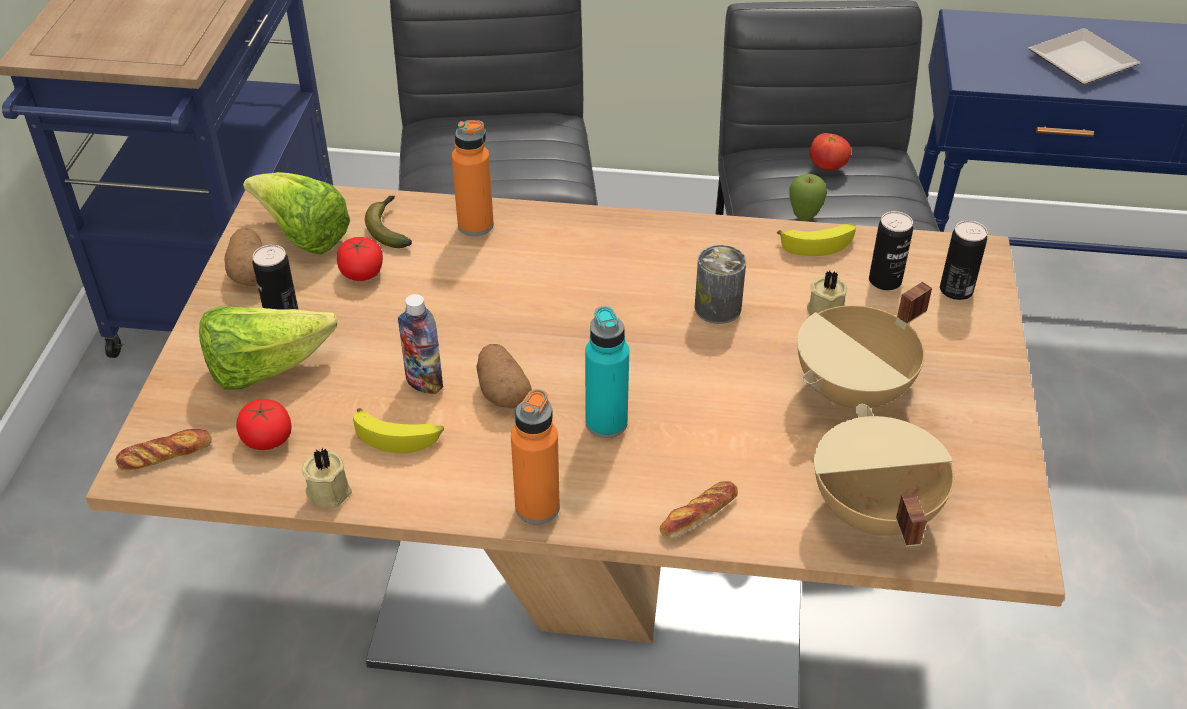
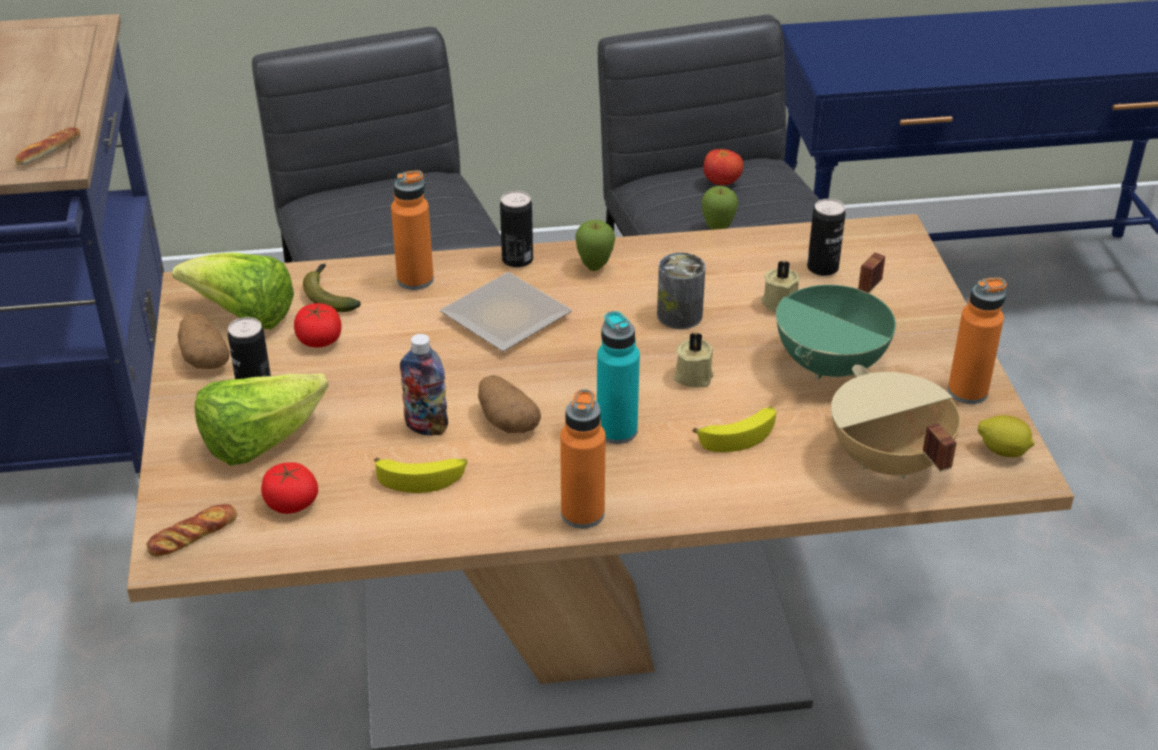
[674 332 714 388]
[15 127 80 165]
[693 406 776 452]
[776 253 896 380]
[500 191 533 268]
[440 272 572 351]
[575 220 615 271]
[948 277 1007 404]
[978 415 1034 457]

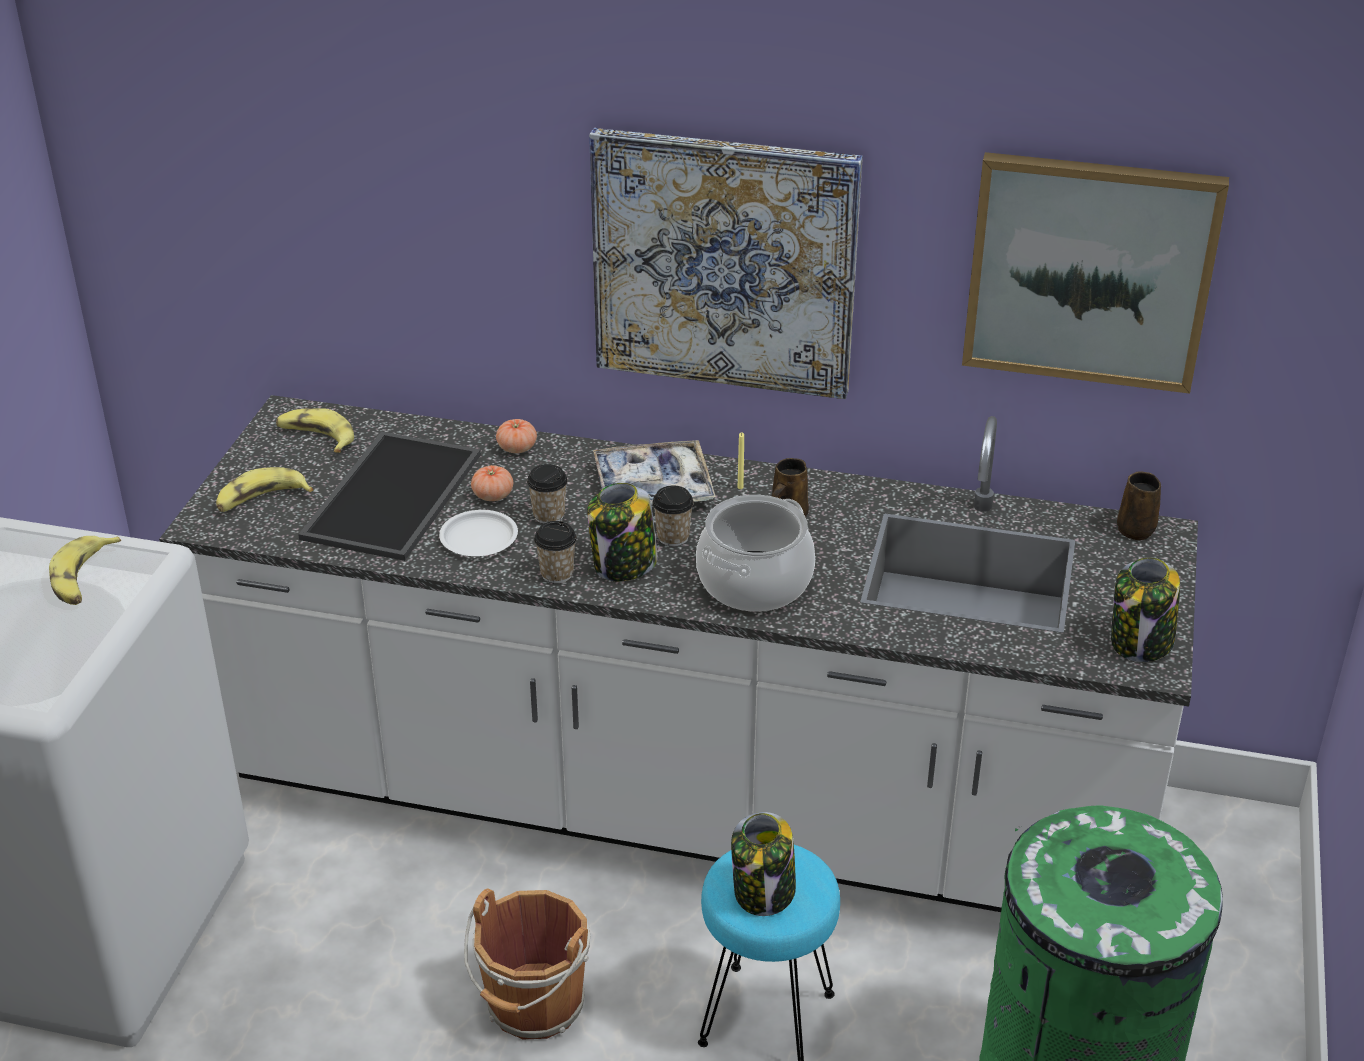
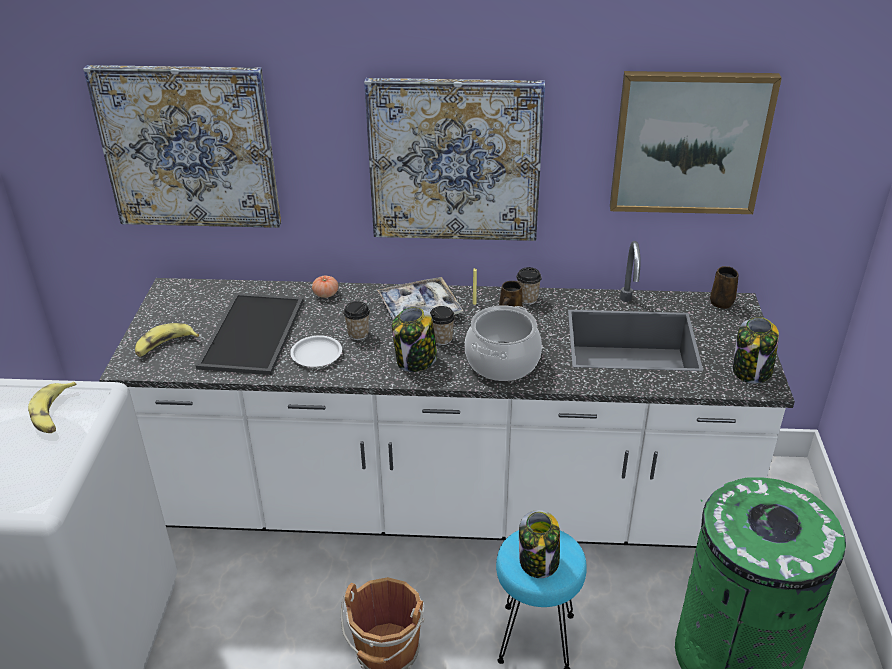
[276 408 354 453] (first image)
[471 465 513 501] (first image)
[516 267 542 305]
[83 65 281 228]

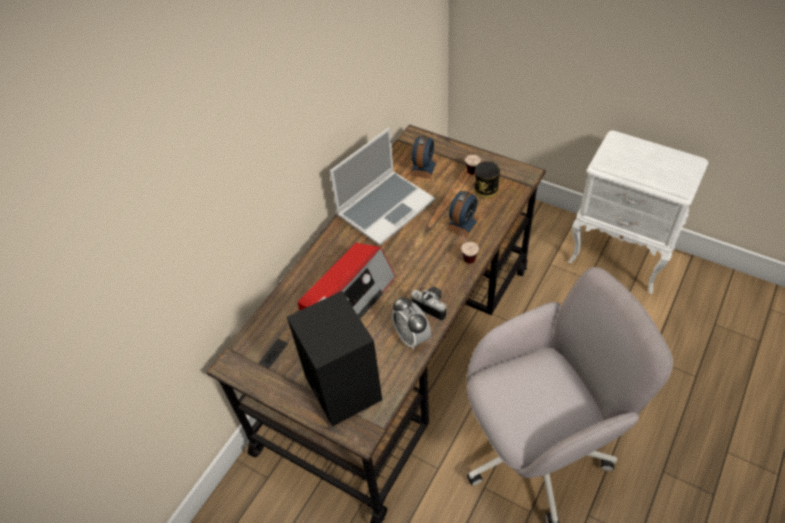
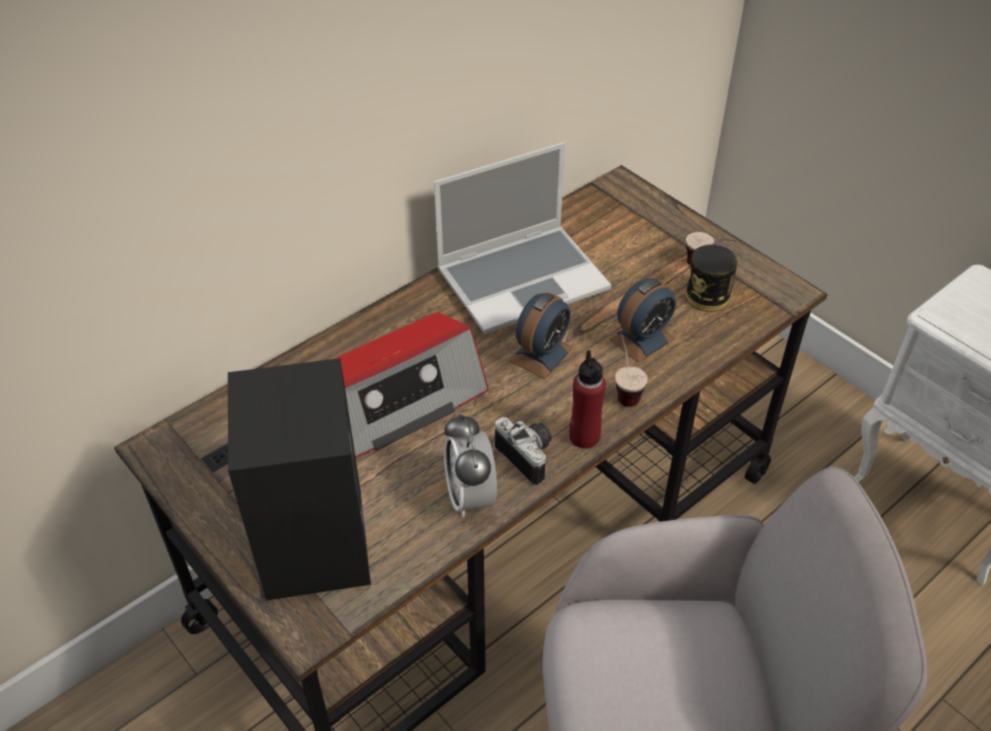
[509 293 573 379]
[569 350 606 449]

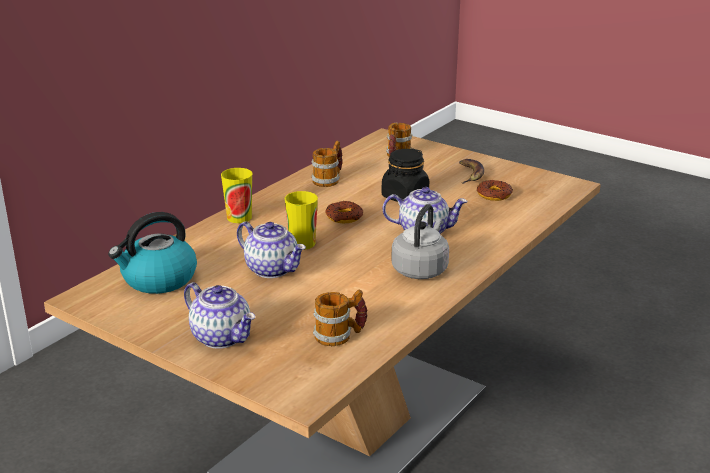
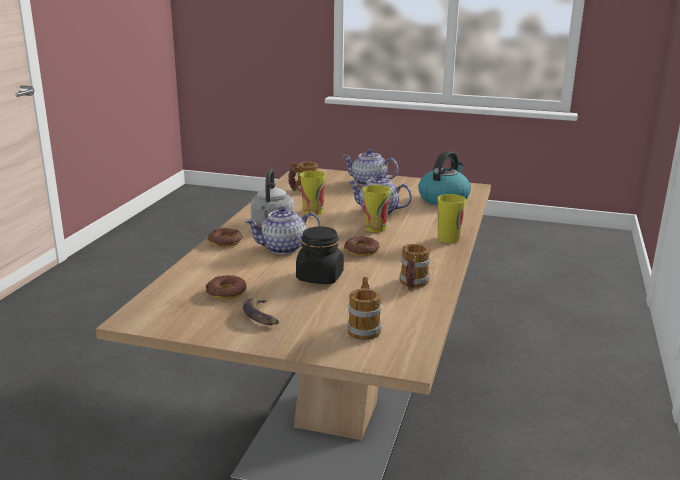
[207 228 243 247]
[300 171 326 215]

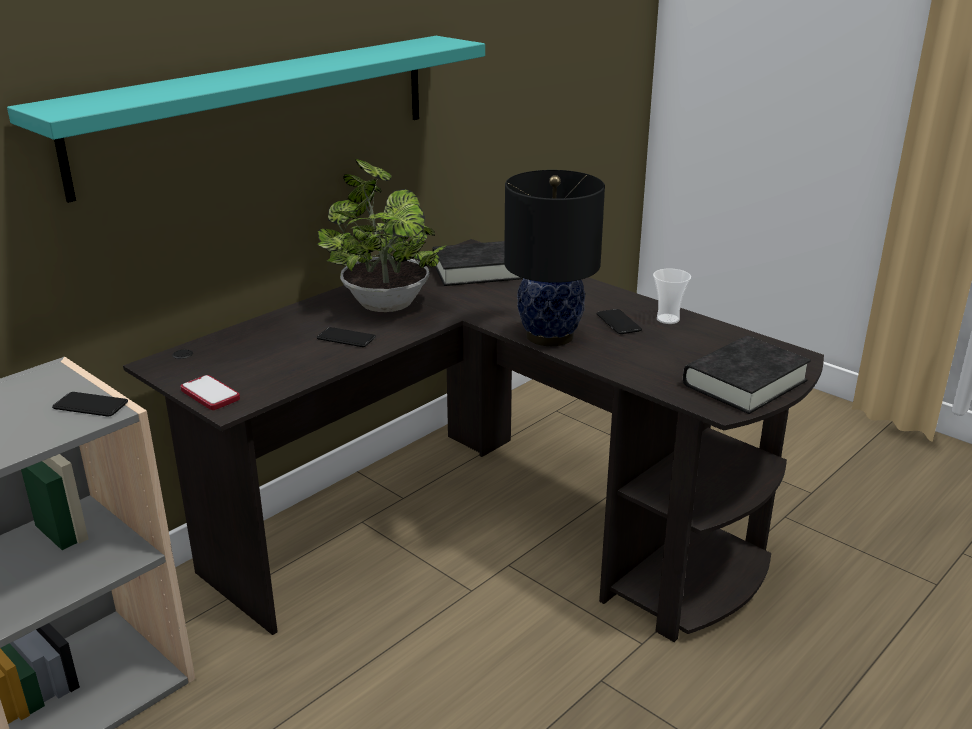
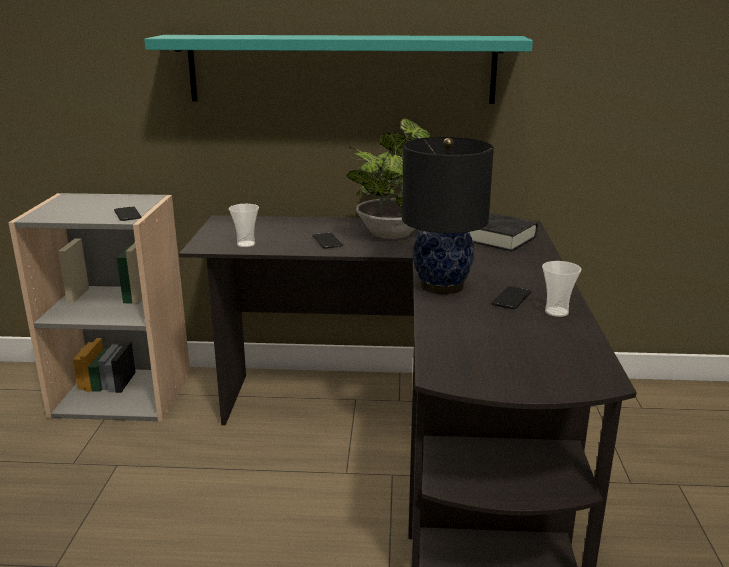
[180 375 240 410] (first image)
[683 336 811 414] (first image)
[229 204 259 247]

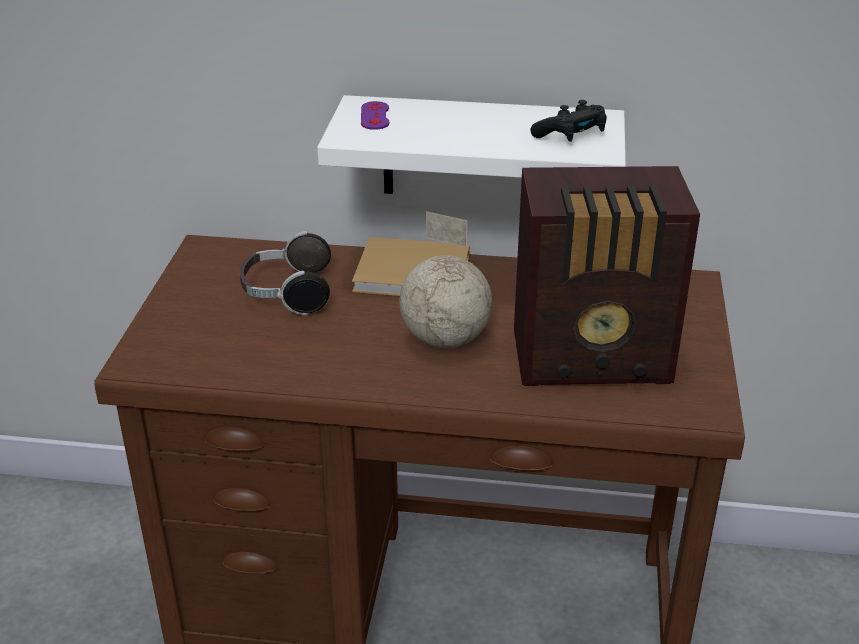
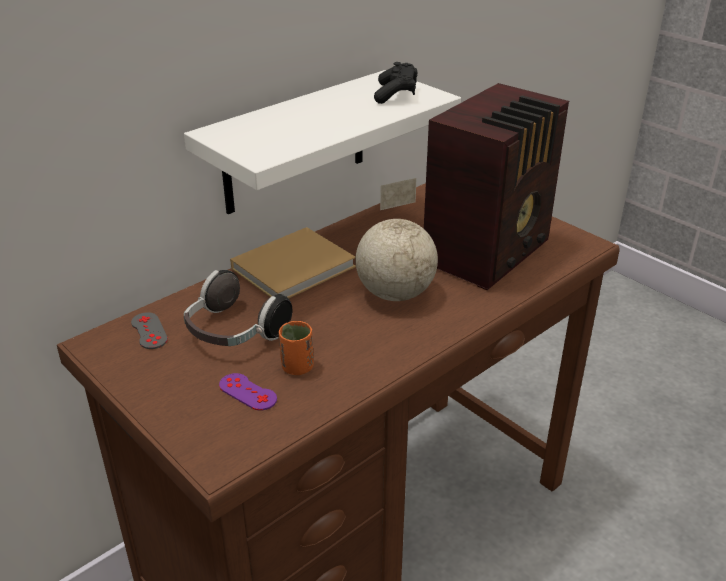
[219 373 277 410]
[131 312 168 349]
[279 321 314 375]

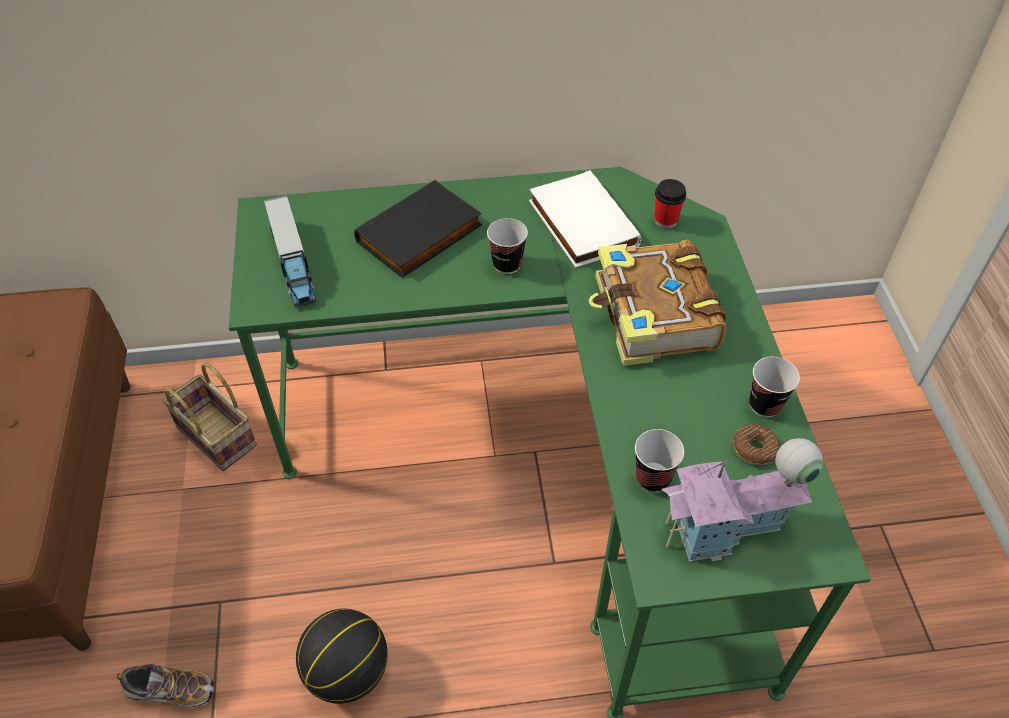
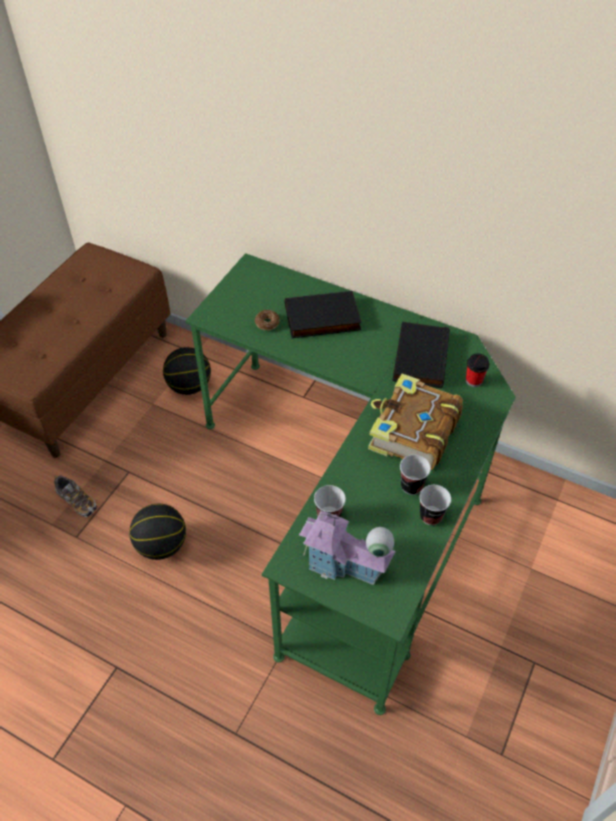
[163 347 211 395]
[263 195 316 307] (first image)
[400 455 431 495]
[392 322 449 388]
[255 310 280 330]

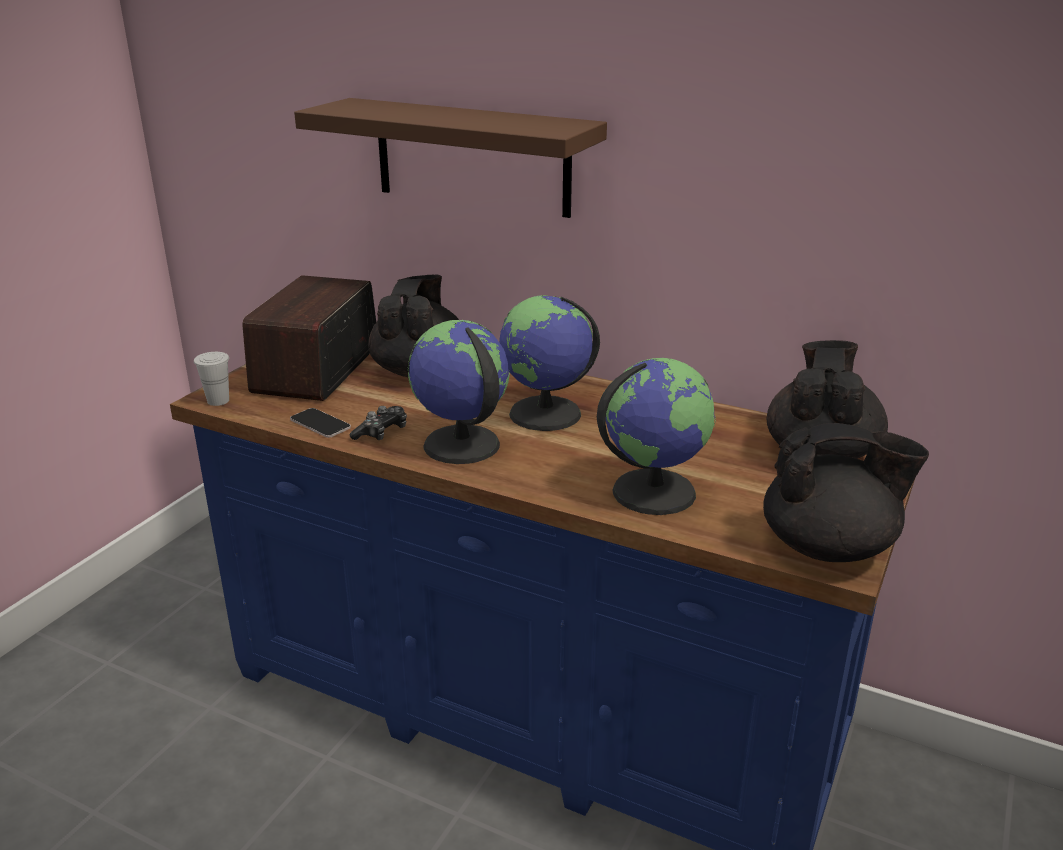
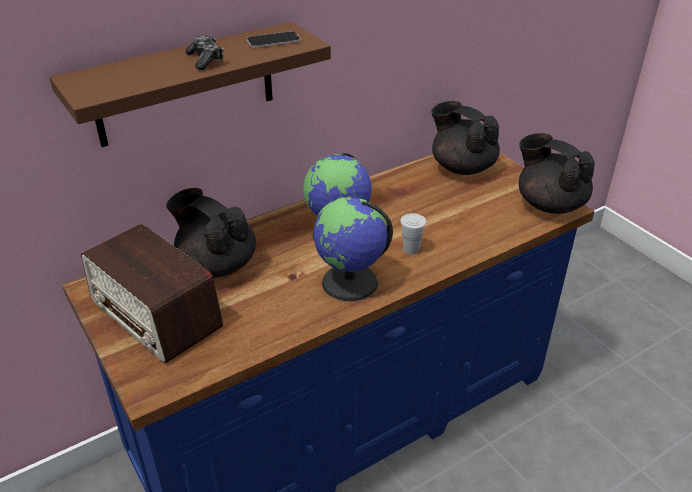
[400 213 426 254]
[246 31 301 48]
[185 35 223 70]
[597 358 716 515] (first image)
[519 133 595 214]

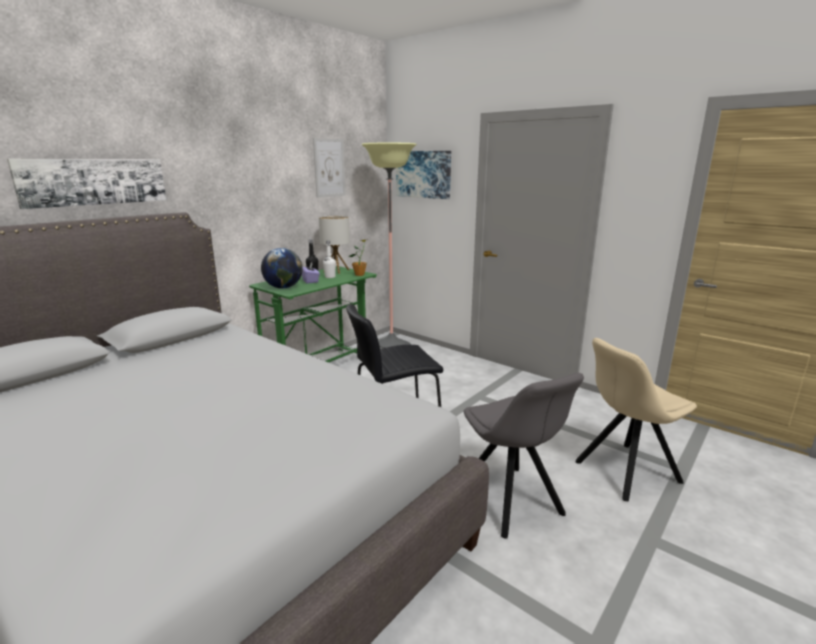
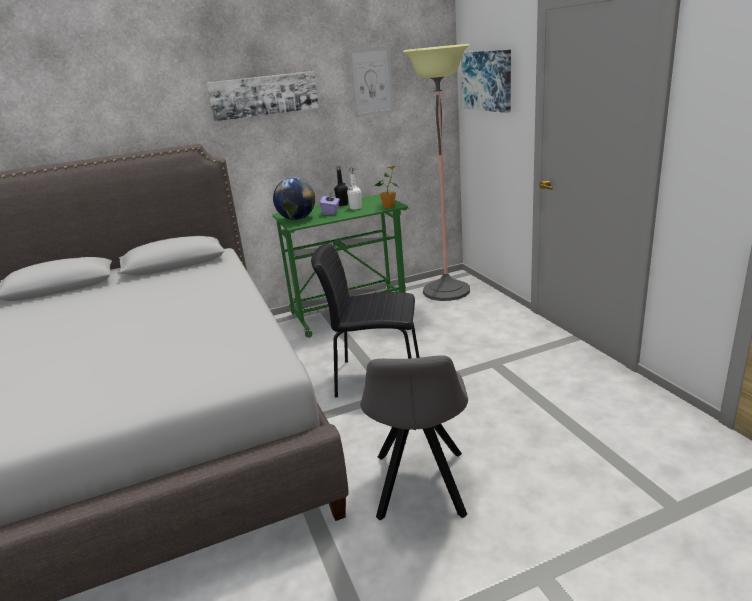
[206 71 319 122]
[319 216 350 274] (first image)
[576 338 697 501] (first image)

